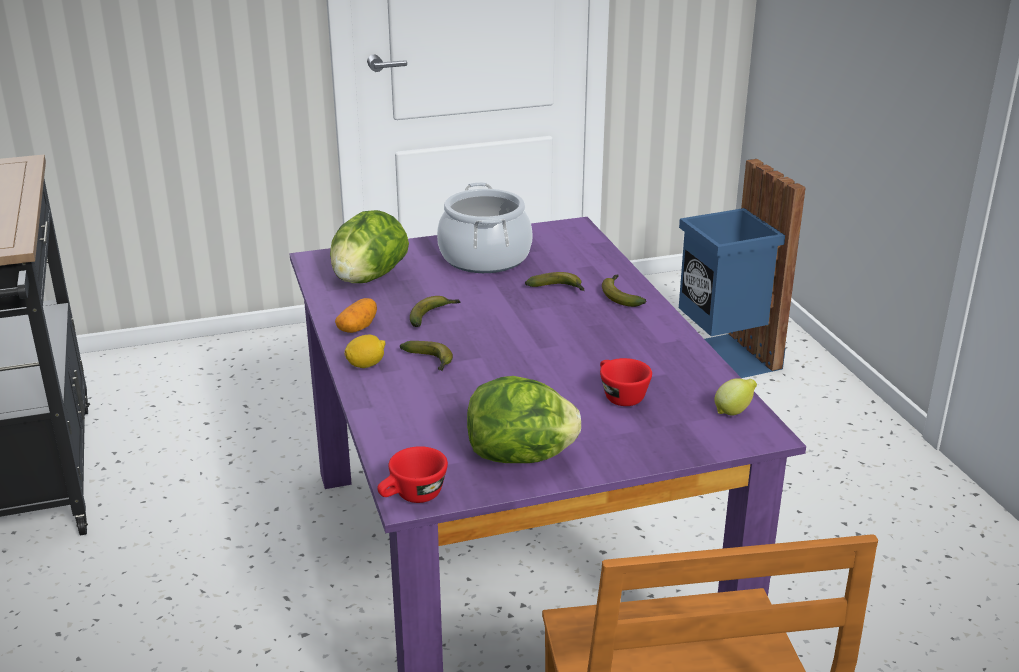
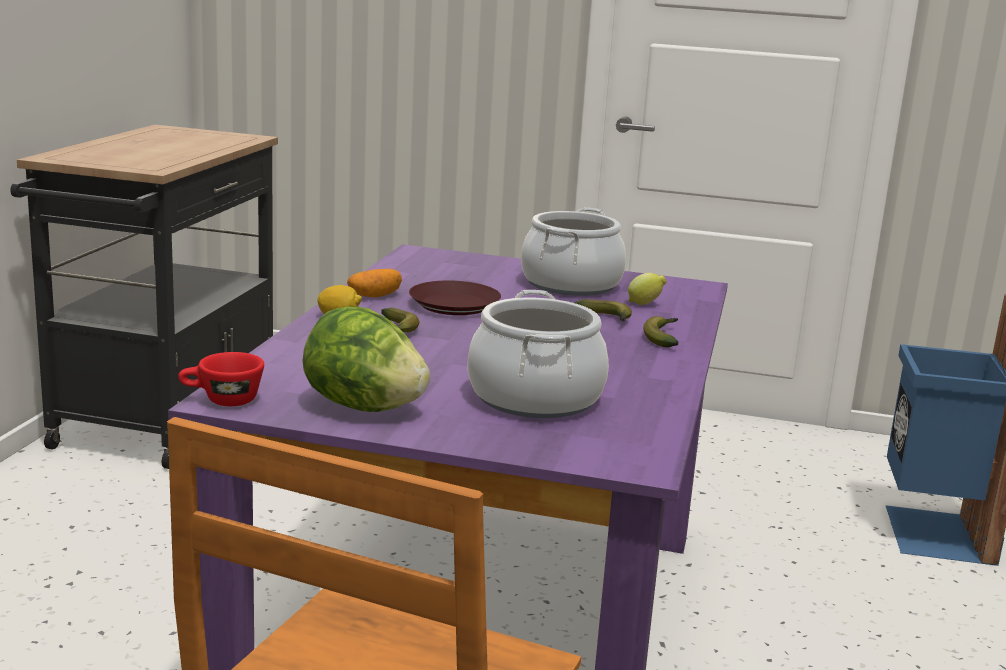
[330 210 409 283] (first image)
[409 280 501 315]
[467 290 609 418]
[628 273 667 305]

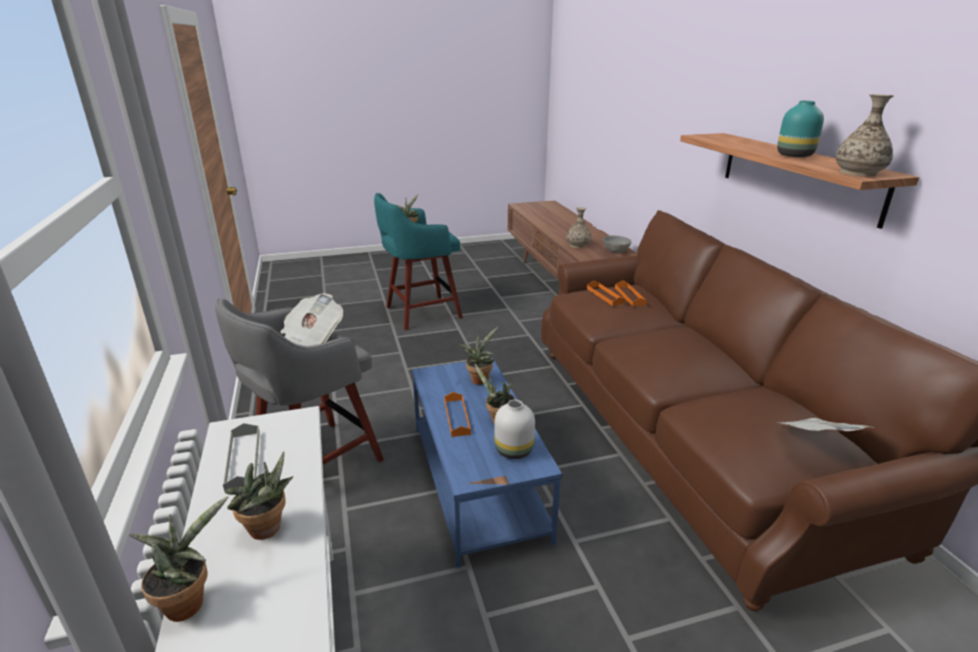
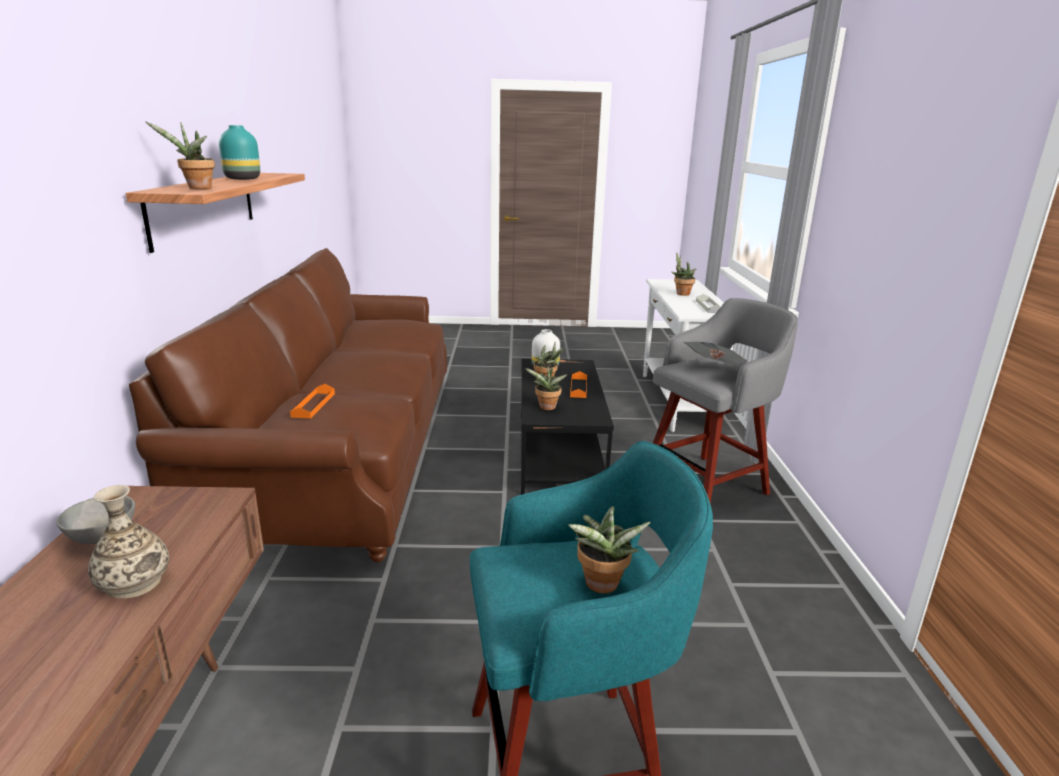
[146 122 215 189]
[521 359 614 495]
[587 280 625 306] (first image)
[778 418 876 433] (first image)
[836 94 894 176] (first image)

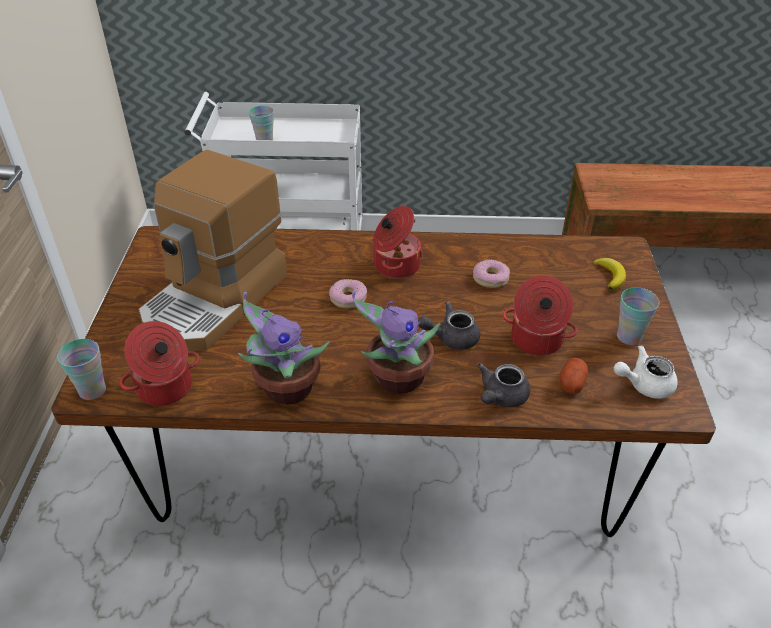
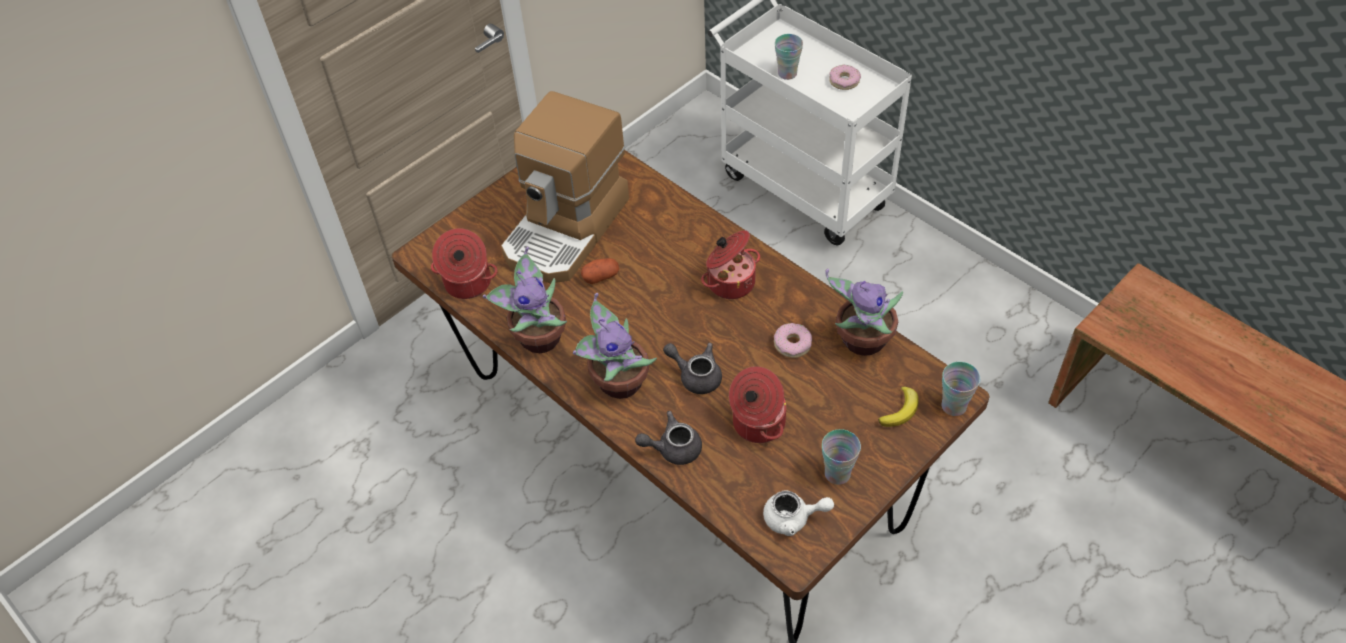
[941 362 981 416]
[501 91 629 284]
[829 65 861 90]
[581 258 619 284]
[763 491 834 536]
[825 269 903 356]

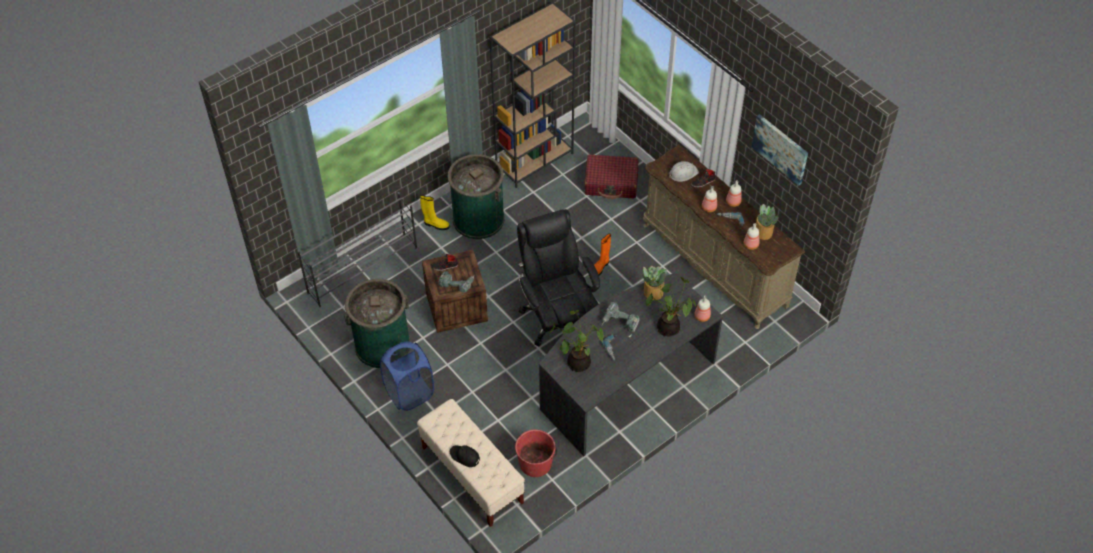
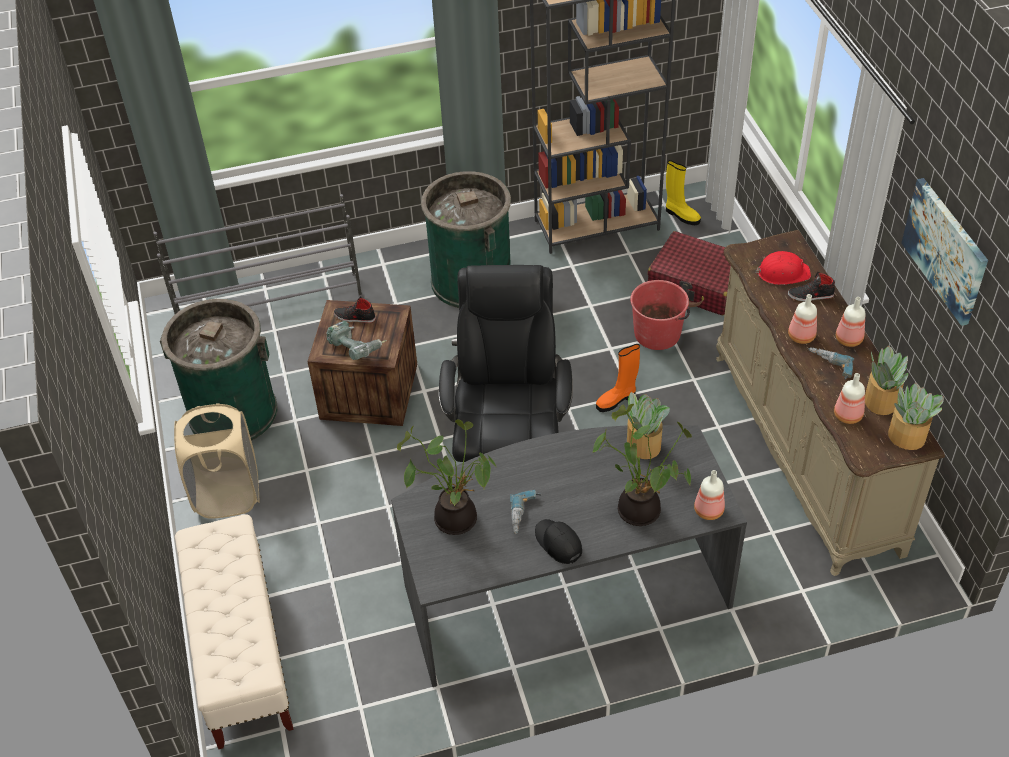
[174 403 260 519]
[666 160 701 225]
[535 519 582 564]
[630 280 690 350]
[601 302 639 337] (first image)
[755 251 811 285]
[888 383 944 450]

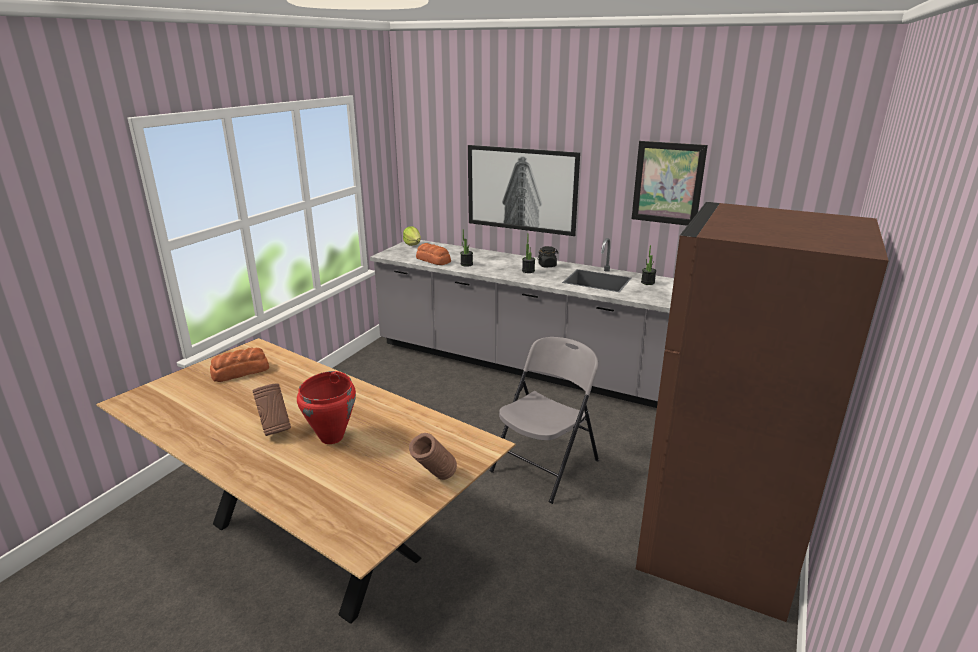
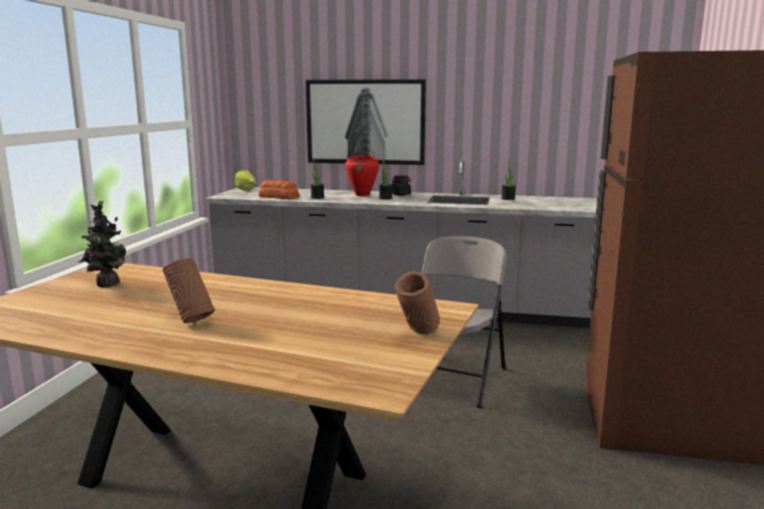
[78 200 126 287]
[345 155 380 196]
[632 141 708 226] (first image)

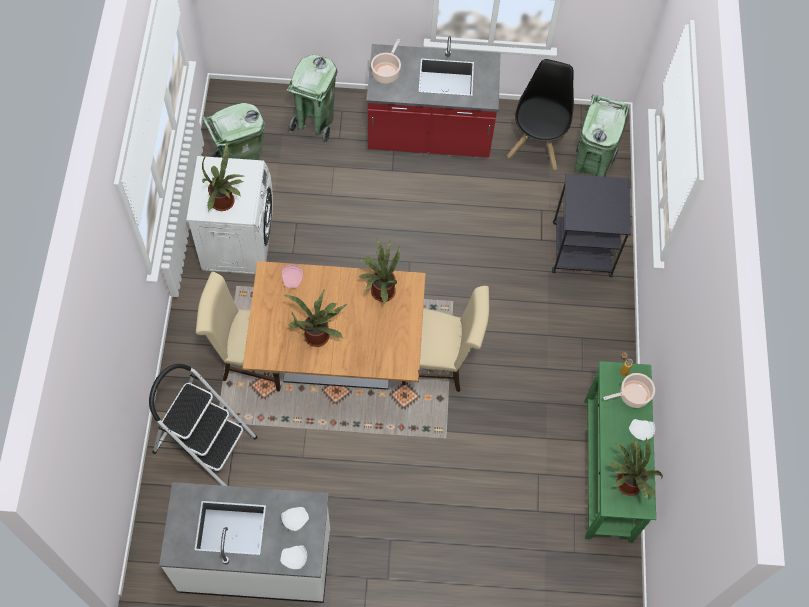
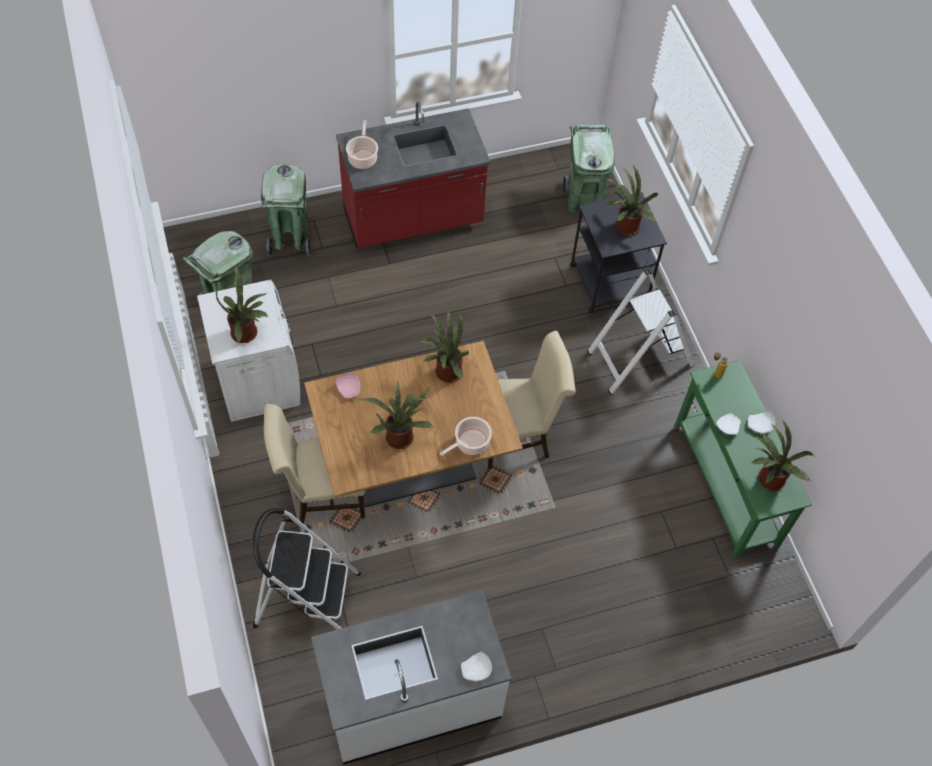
[716 413 741 435]
[507 59 574 170] (first image)
[440 417 492 456]
[587 268 694 395]
[606 165 658 235]

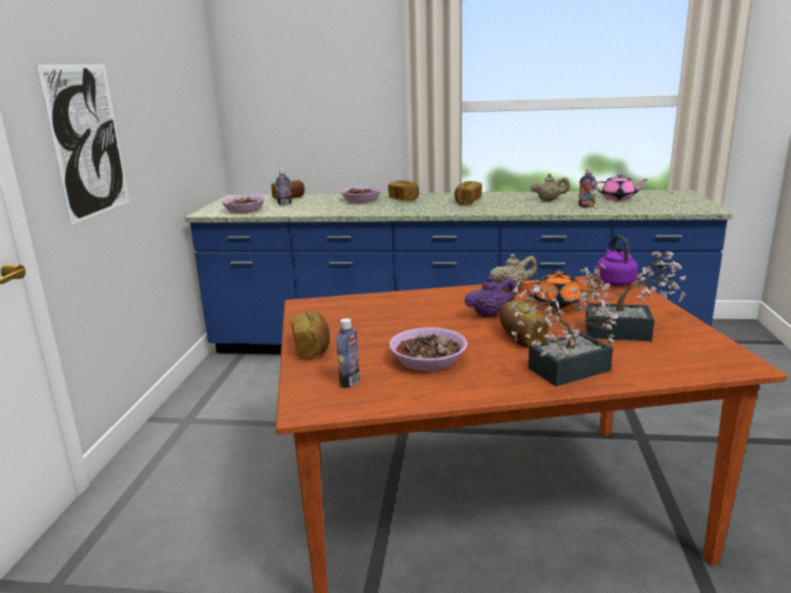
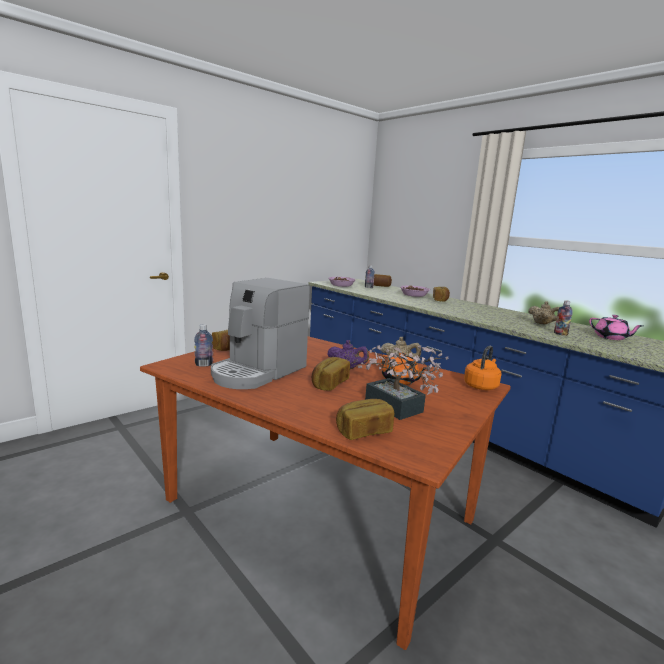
[36 64 129 225] (first image)
[211 278 310 389]
[336 399 394 440]
[509 281 618 386] (first image)
[464 346 501 390]

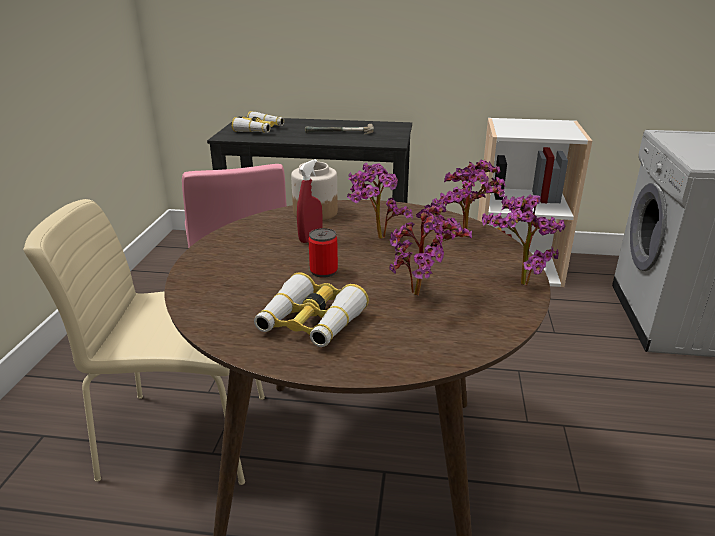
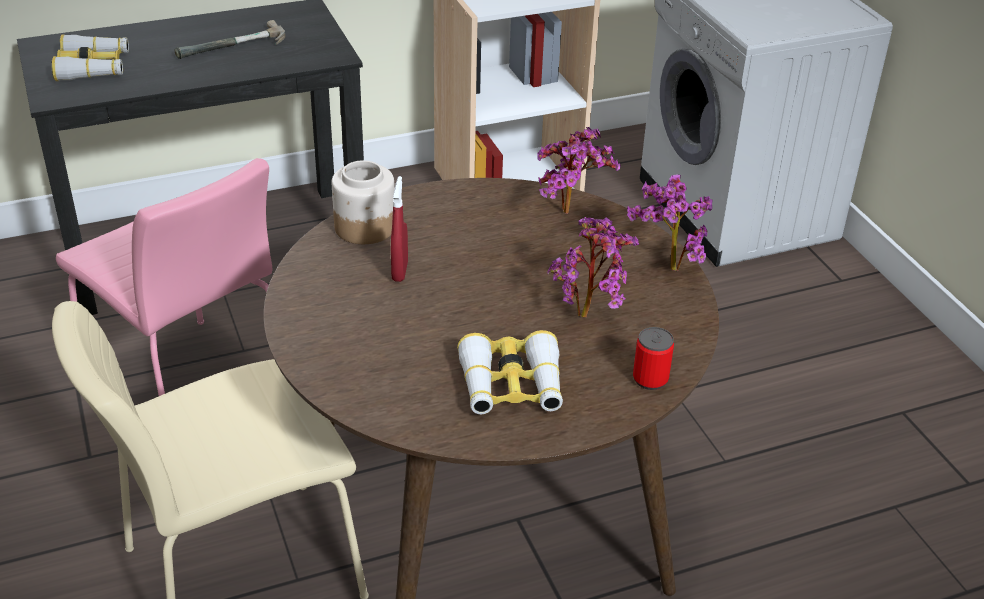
[633 327 674 390]
[347 163 413 239] (first image)

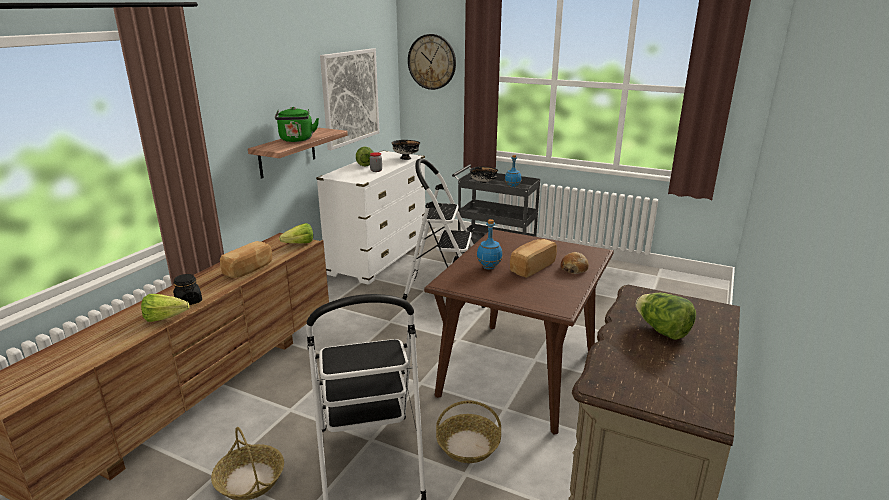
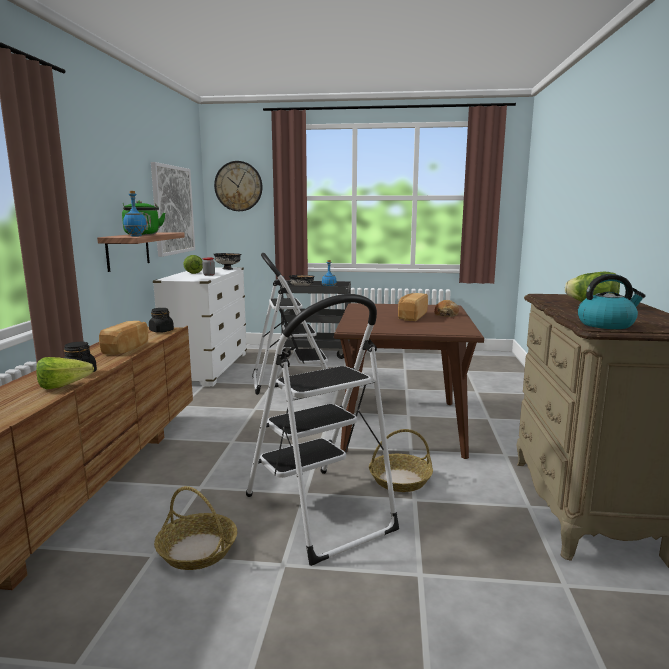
[149 308 174 333]
[123 191 147 237]
[578 274 646 329]

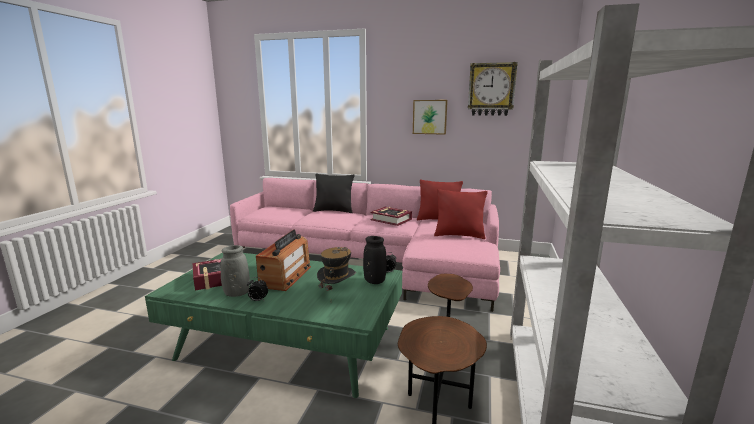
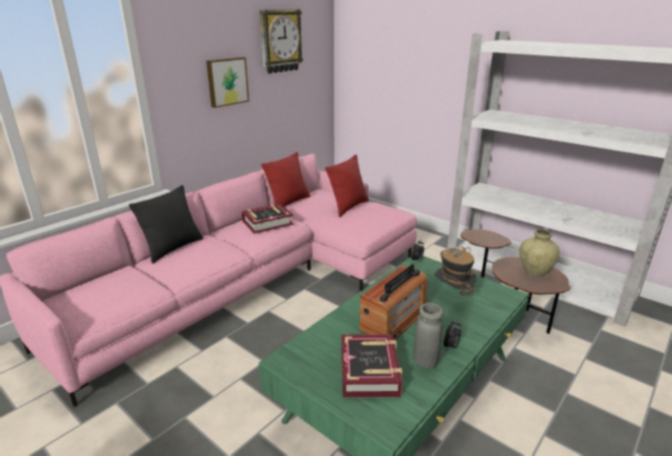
[359 264 428 340]
[363 236 387 284] (first image)
[519 230 560 277]

